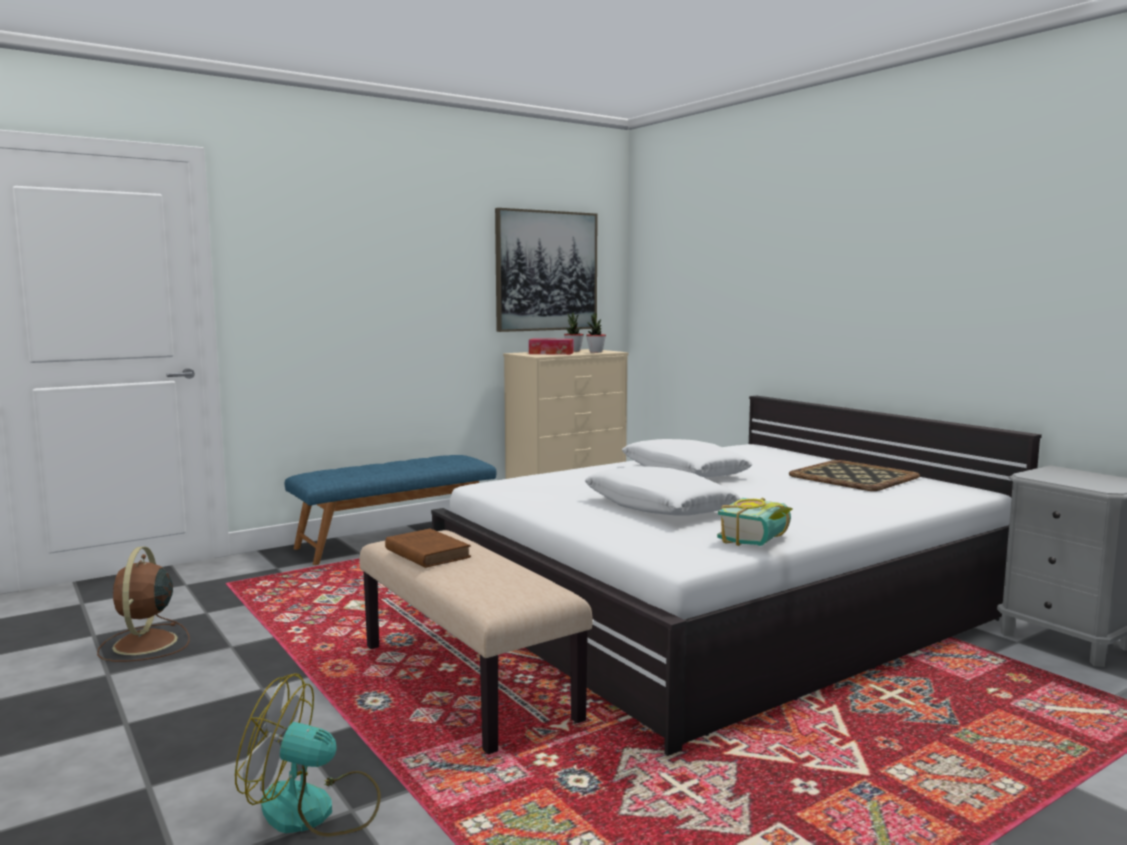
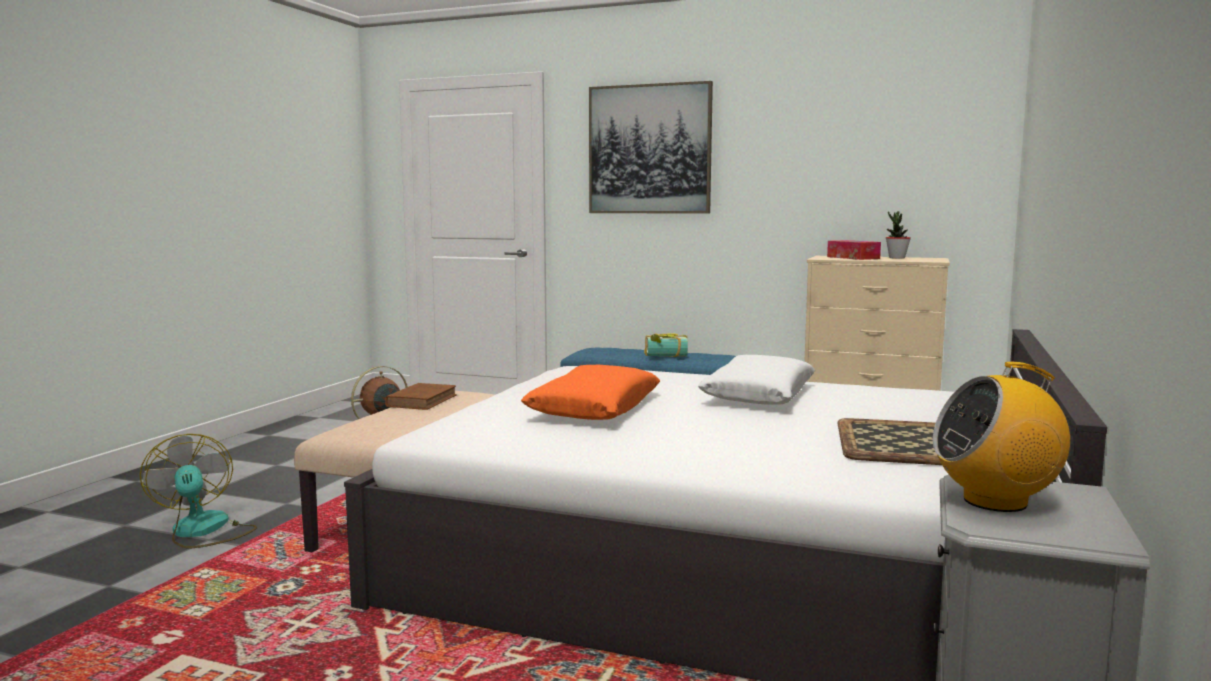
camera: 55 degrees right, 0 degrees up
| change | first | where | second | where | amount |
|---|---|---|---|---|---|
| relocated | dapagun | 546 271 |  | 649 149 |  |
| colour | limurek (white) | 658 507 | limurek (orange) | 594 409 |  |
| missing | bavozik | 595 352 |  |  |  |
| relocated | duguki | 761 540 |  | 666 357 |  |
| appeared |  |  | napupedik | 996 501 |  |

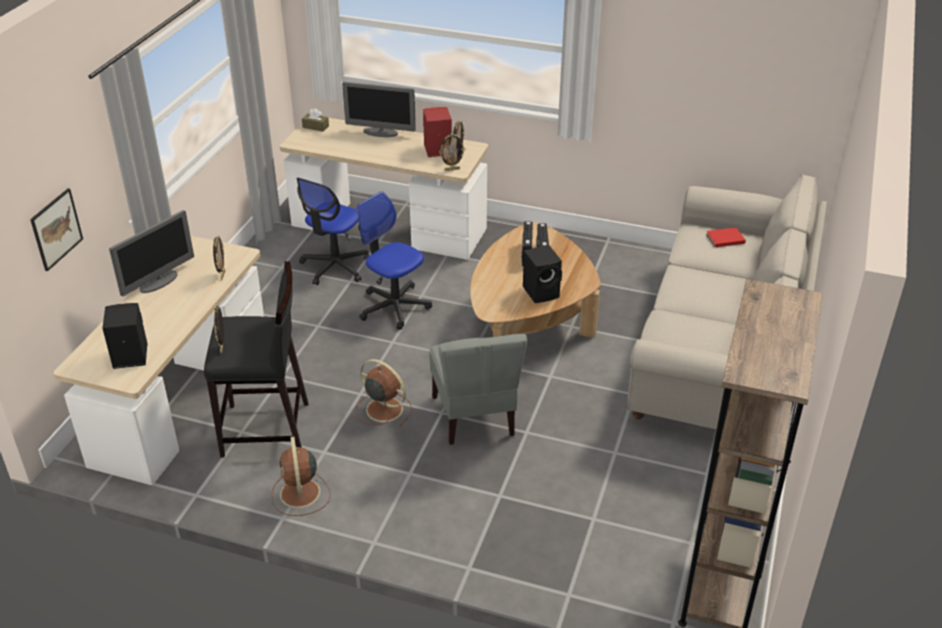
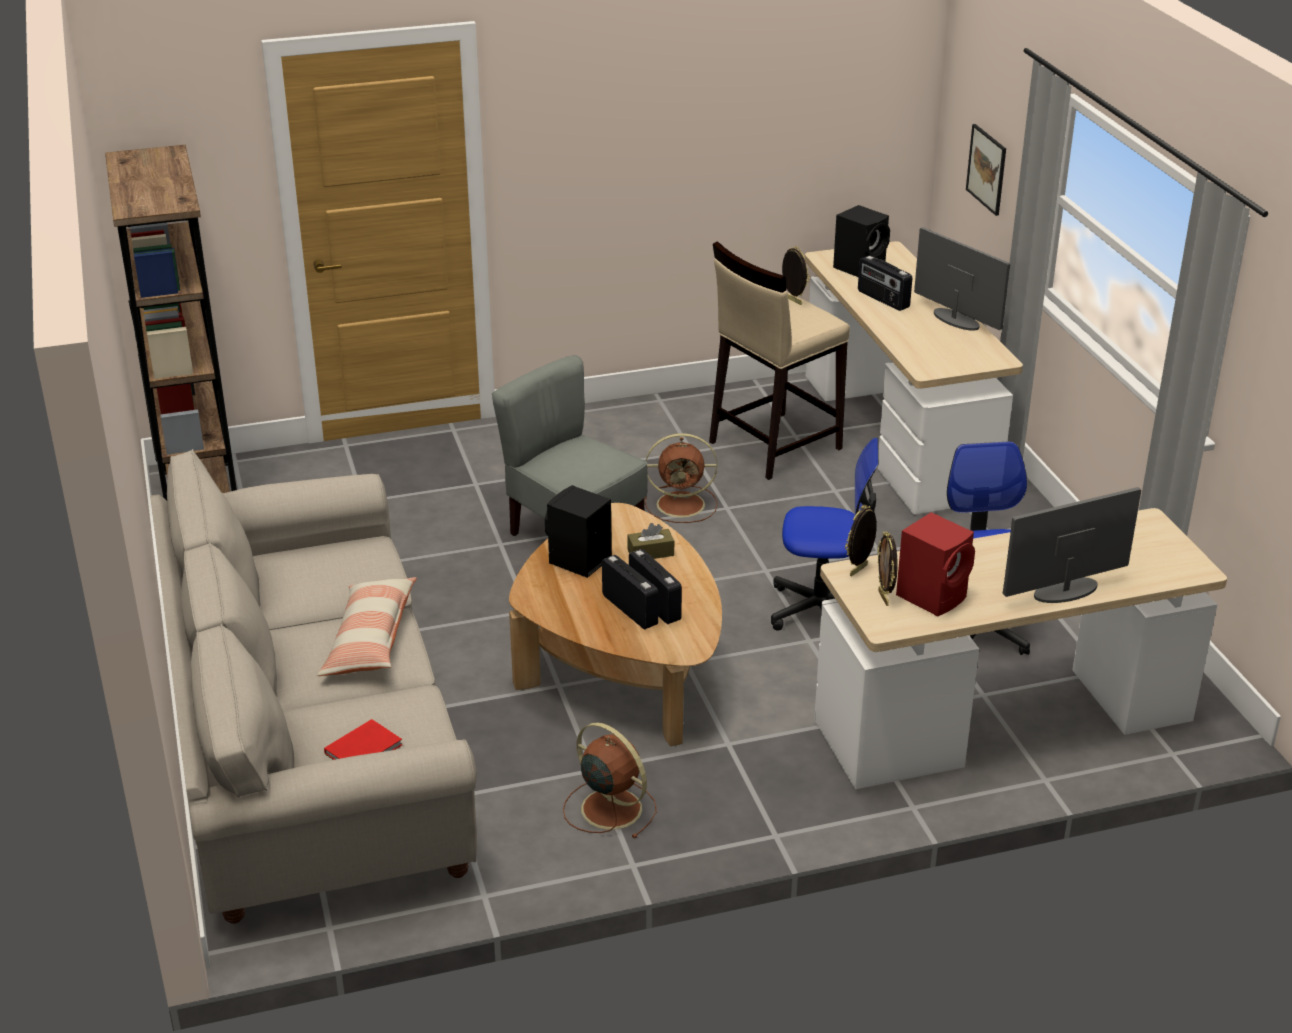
camera: 145 degrees right, 5 degrees down
| change | first | where | second | where | amount |
|---|---|---|---|---|---|
| spun | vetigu | 159 282 |  | 955 320 | 135 degrees clockwise |
| colour | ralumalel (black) | 266 430 | ralumalel (beige) | 773 445 |  |
| missing | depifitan | 222 275 |  |  |  |
| relocated | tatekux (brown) | 300 494 |  | 609 807 |  |
| relocated | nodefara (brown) | 315 127 |  | 650 552 |  |
| appeared |  |  | limurek | 370 640 |  |
| appeared |  |  | napupedik | 882 299 |  |

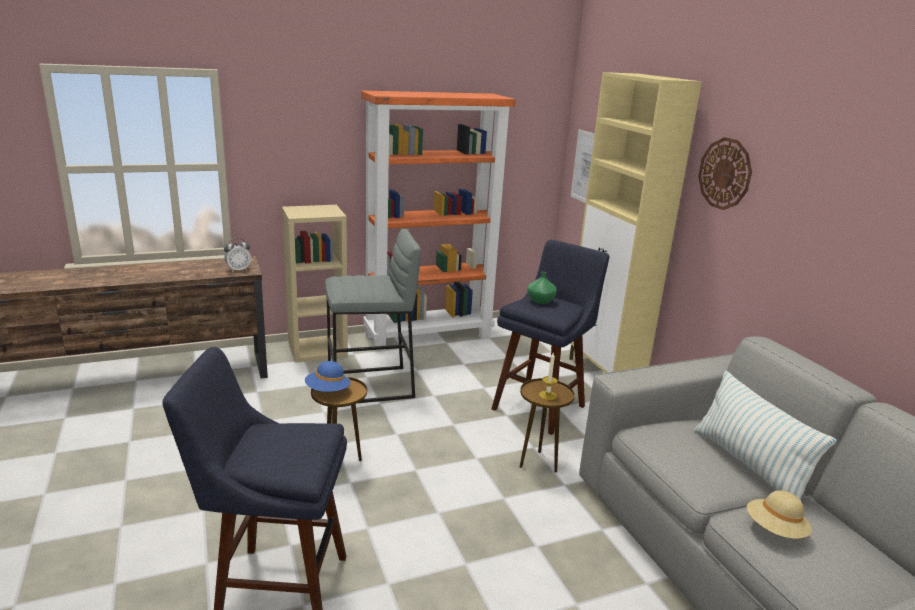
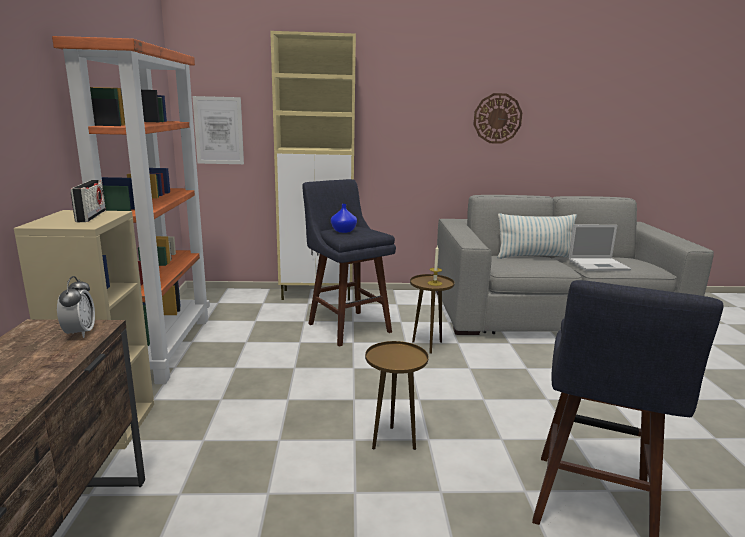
camera: 70 degrees left, 5 degrees down
| change | first | where | second | where | amount |
|---|---|---|---|---|---|
| missing | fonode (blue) | 327 391 |  |  |  |
| missing | ralumalel (grey) | 370 386 |  |  |  |
| colour | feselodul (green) | 540 301 | feselodul (blue) | 343 231 |  |
| relocated | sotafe | 725 173 |  | 497 118 |  |
| exchanged | fonode (beige) | 775 530 | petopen | 599 265 |  |
| appeared |  |  | napupedik | 91 216 |  |

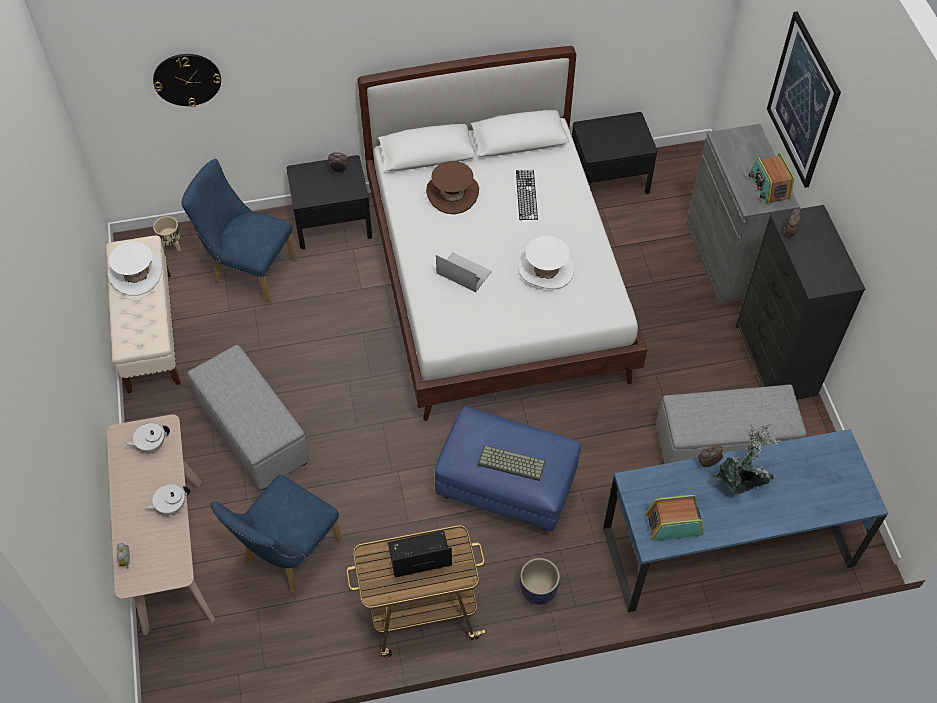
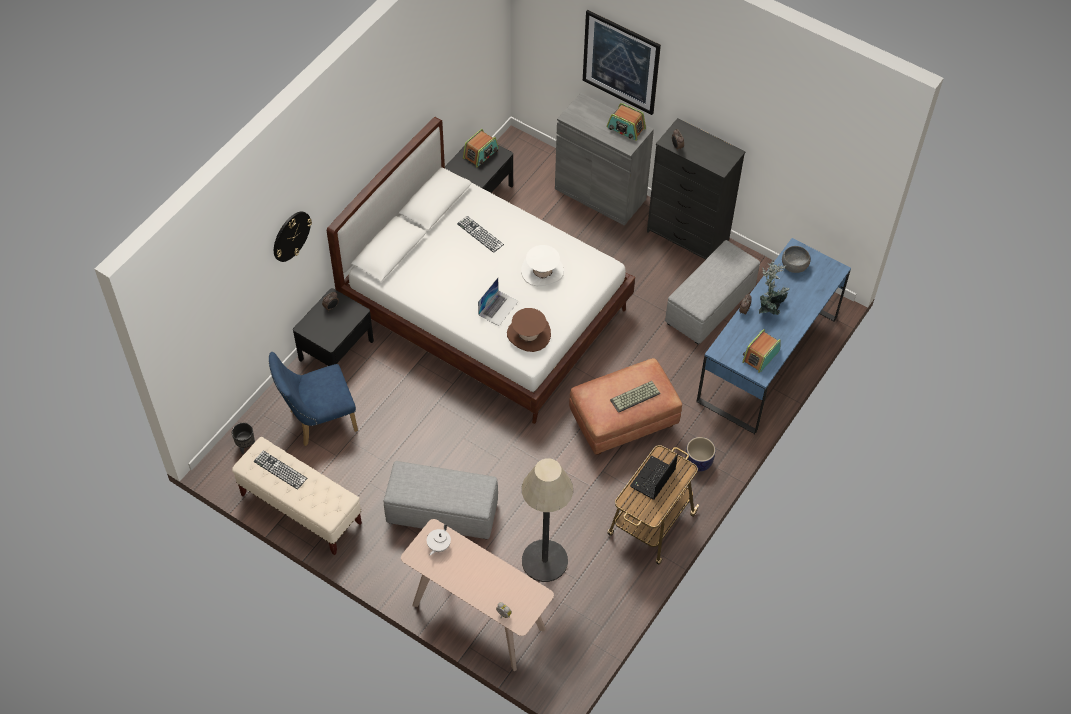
camera: 45 degrees left, 0 degrees up
| change | first | where | second | where | amount |
|---|---|---|---|---|---|
| exchanged | fonode (white) | 136 274 | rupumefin | 280 470 |  |
| missing | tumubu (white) | 171 506 |  |  |  |
| relocated | sotafe | 187 79 |  | 291 236 |  |
| colour | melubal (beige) | 172 246 | melubal (black) | 246 446 |  |
| exchanged | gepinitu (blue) | 287 555 | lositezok | 544 561 |  |
| relocated | fonode (brown) | 452 194 |  | 528 334 |  |
| colour | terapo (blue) | 505 489 | terapo (brown) | 623 424 |  |
| spun | petopen | 463 272 |  | 498 308 | 135 degrees clockwise |
| appeared |  |  | napupedik | 481 154 |  |
| appeared |  |  | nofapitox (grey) | 794 266 |  |

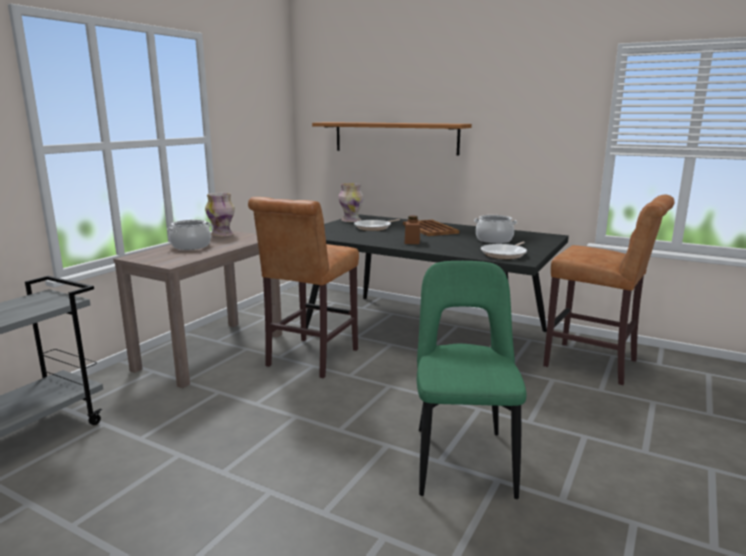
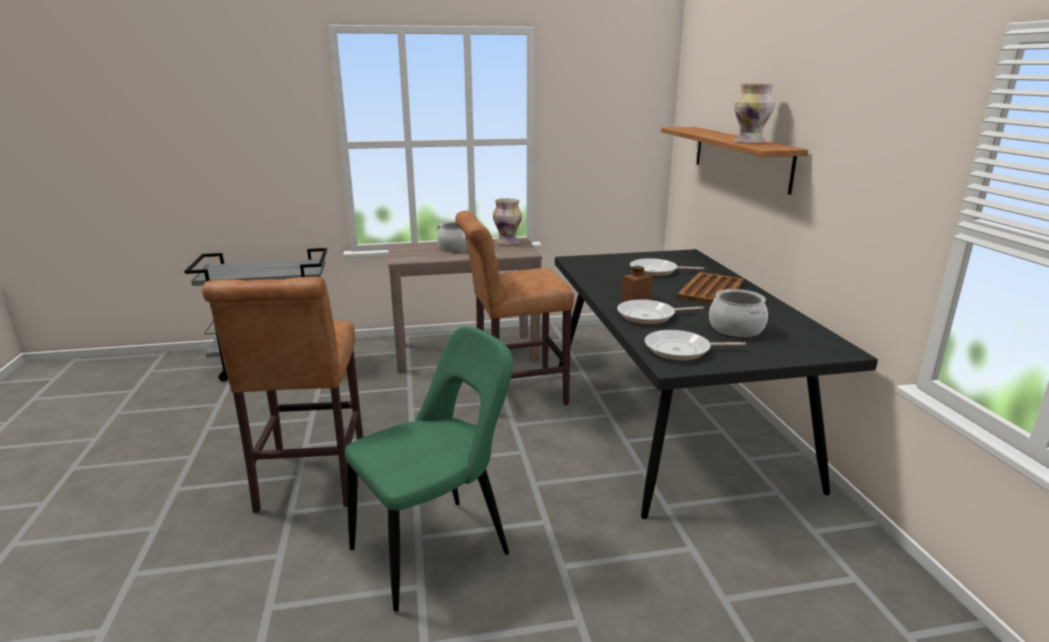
camera: 50 degrees right, 5 degrees up
| change | first | where | second | where | amount |
|---|---|---|---|---|---|
| relocated | feselodul | 351 221 |  | 750 142 |  |
| relocated | ralumalel (brown) | 596 365 |  | 310 483 |  |
| appeared |  |  | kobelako | 649 316 |  |

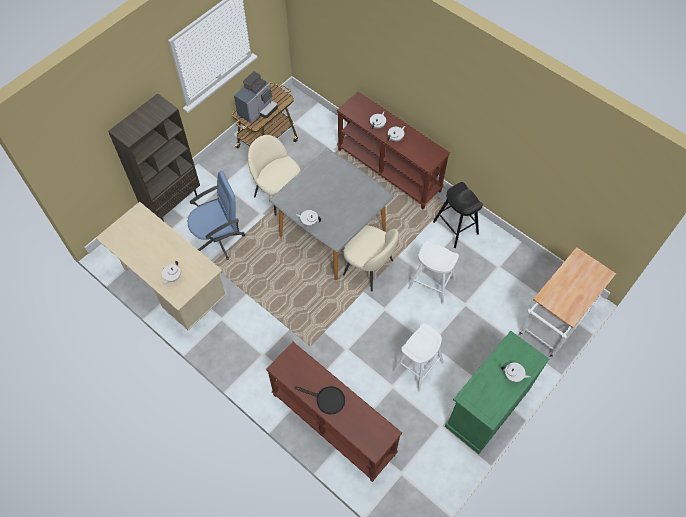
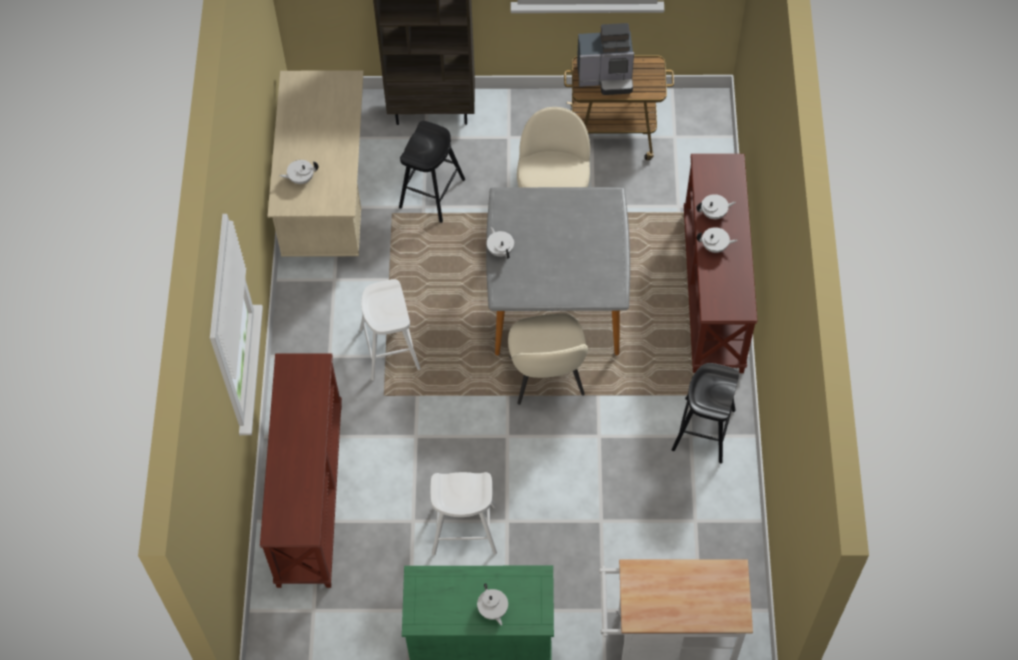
camera: 50 degrees right, 0 degrees up
| change | first | where | second | where | amount |
|---|---|---|---|---|---|
| exchanged | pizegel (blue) | 219 238 | ralumalel (black) | 432 193 |  |
| missing | kobelako (black) | 326 399 |  |  |  |
| relocated | ralumalel (white) | 431 284 |  | 390 349 |  |

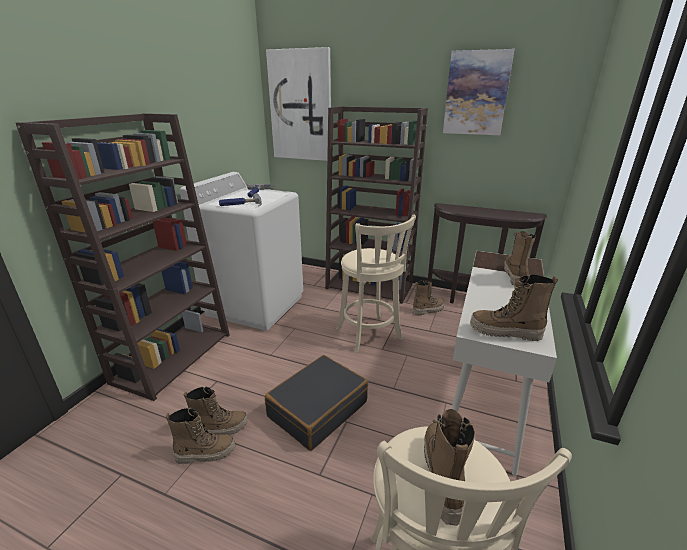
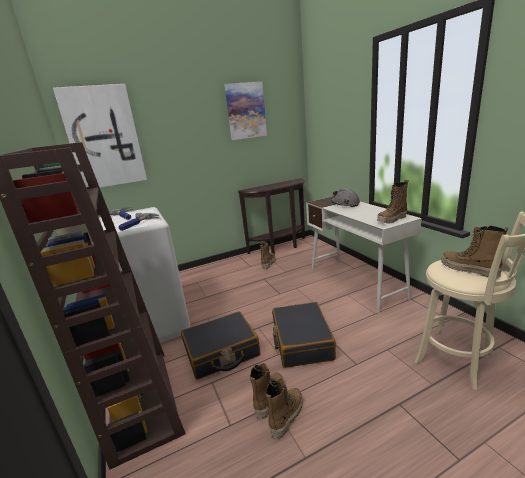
camera: 45 degrees left, 5 degrees down
| change | first | where | second | where | amount |
|---|---|---|---|---|---|
| missing | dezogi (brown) | 370 286 |  |  |  |
| missing | ralumalel (beige) | 370 335 |  |  |  |
| exchanged | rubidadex | 514 276 | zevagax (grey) | 345 203 |  |
| appeared |  |  | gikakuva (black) | 221 352 |  |

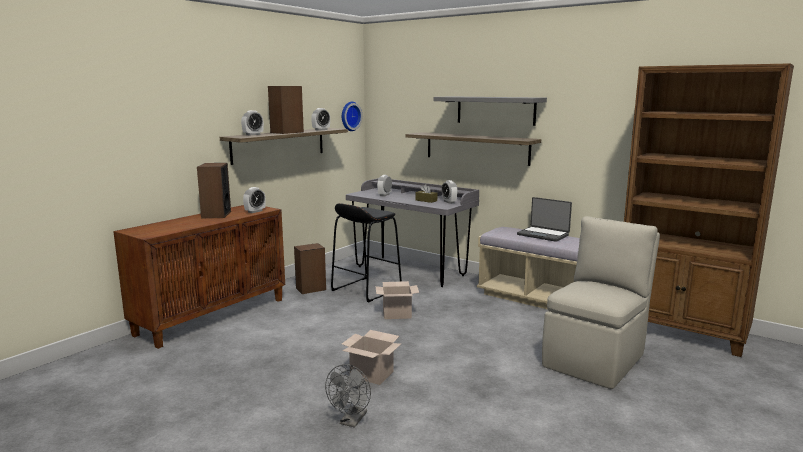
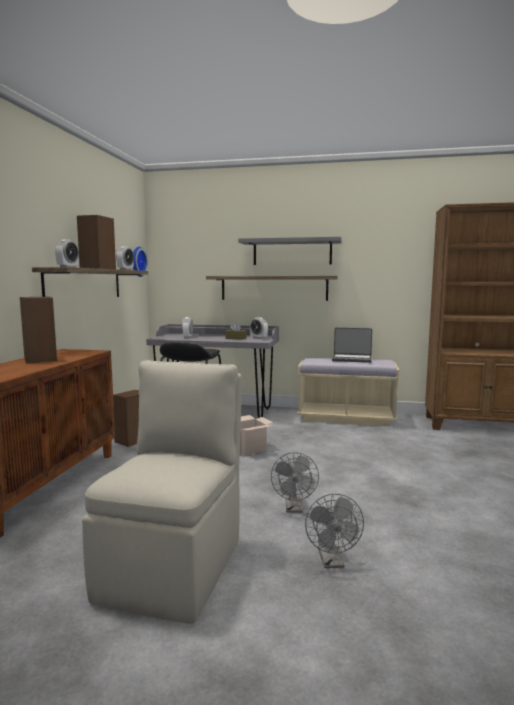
camera: 25 degrees left, 5 degrees down
| change | first | where | second | where | amount |
|---|---|---|---|---|---|
| missing | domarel | 255 211 |  |  |  |
| exchanged | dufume | 373 374 | tatekux (grey) | 294 508 |  |
| relocated | gepinitu (beige) | 595 359 |  | 174 566 |  |

